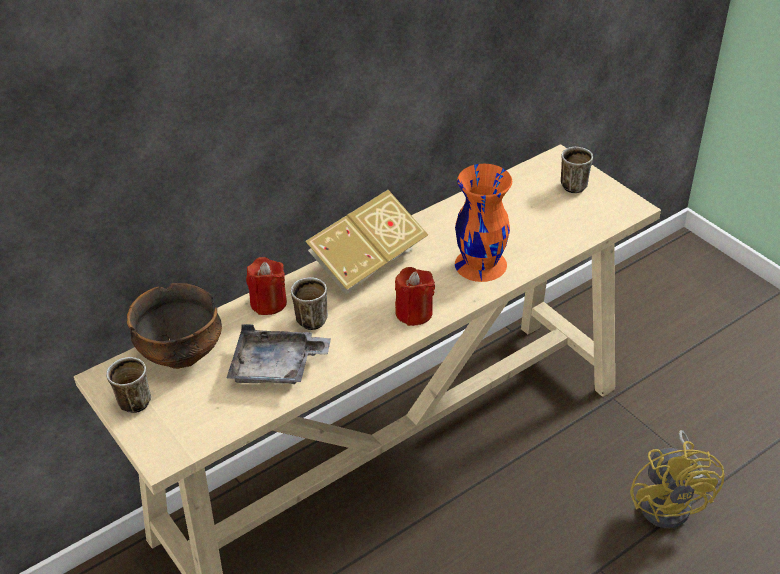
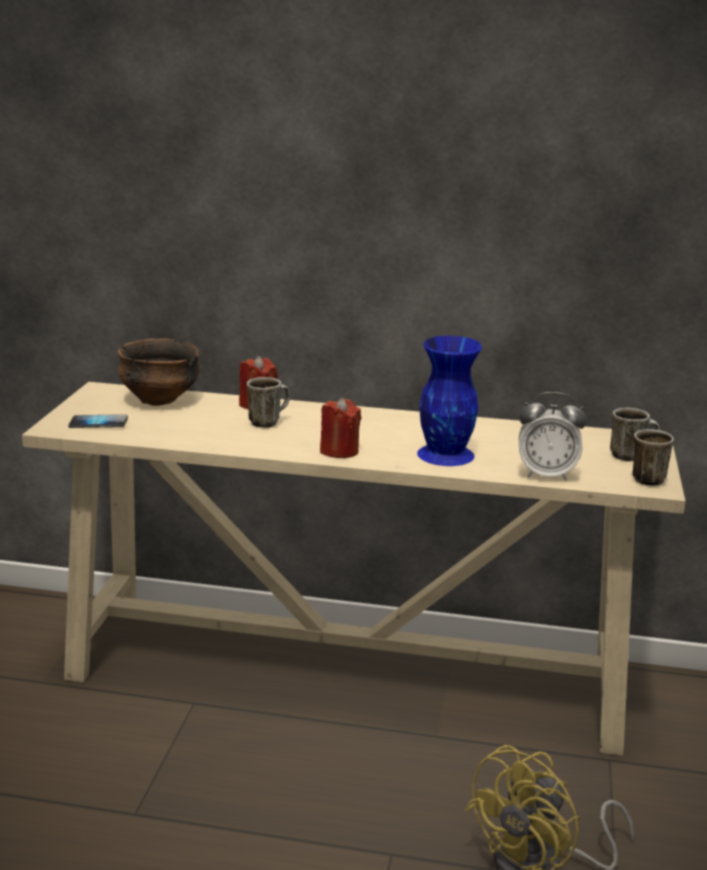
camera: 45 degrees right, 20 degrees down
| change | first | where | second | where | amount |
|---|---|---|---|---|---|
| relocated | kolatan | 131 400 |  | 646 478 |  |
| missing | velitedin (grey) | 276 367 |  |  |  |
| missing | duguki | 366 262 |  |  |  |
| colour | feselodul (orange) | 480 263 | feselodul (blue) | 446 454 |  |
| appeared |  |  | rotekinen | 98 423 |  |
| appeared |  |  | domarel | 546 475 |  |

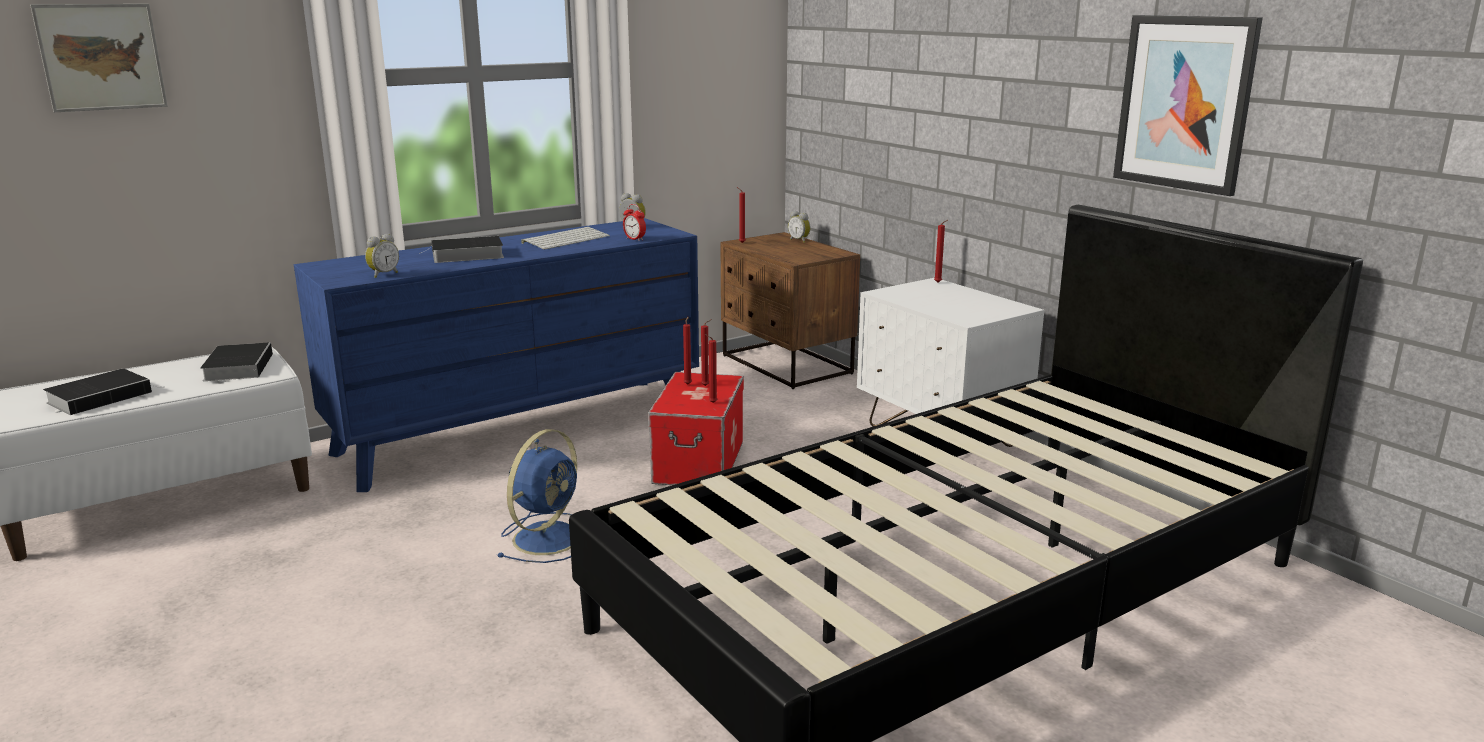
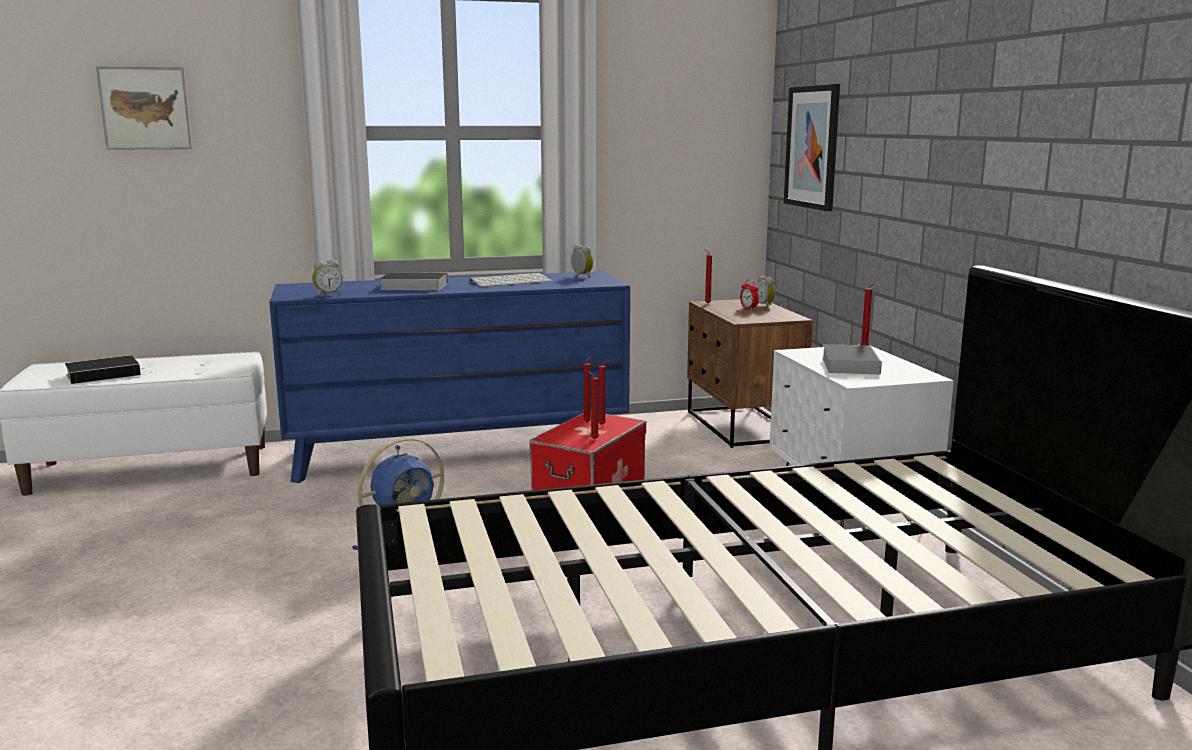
camera: 20 degrees right, 5 degrees down
| change | first | where | second | where | amount |
|---|---|---|---|---|---|
| relocated | duguki | 238 366 |  | 849 364 |  |
| relocated | domarel | 634 239 |  | 748 308 |  |
| relocated | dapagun | 1184 103 |  | 812 147 |  |

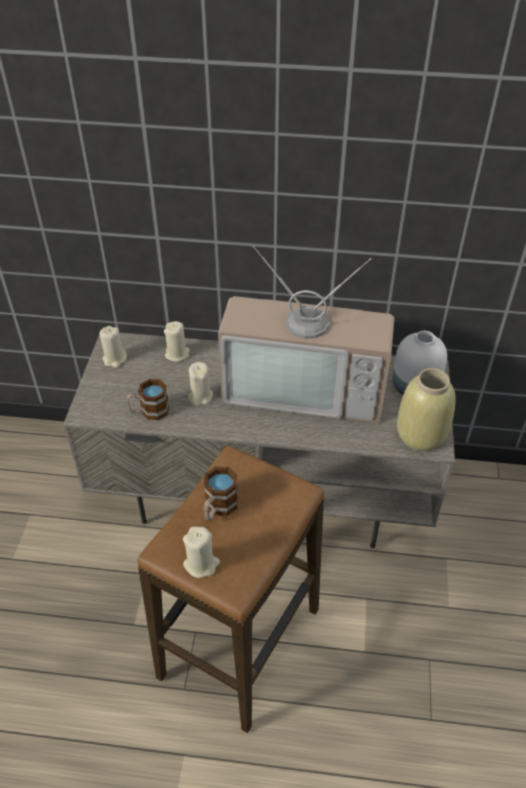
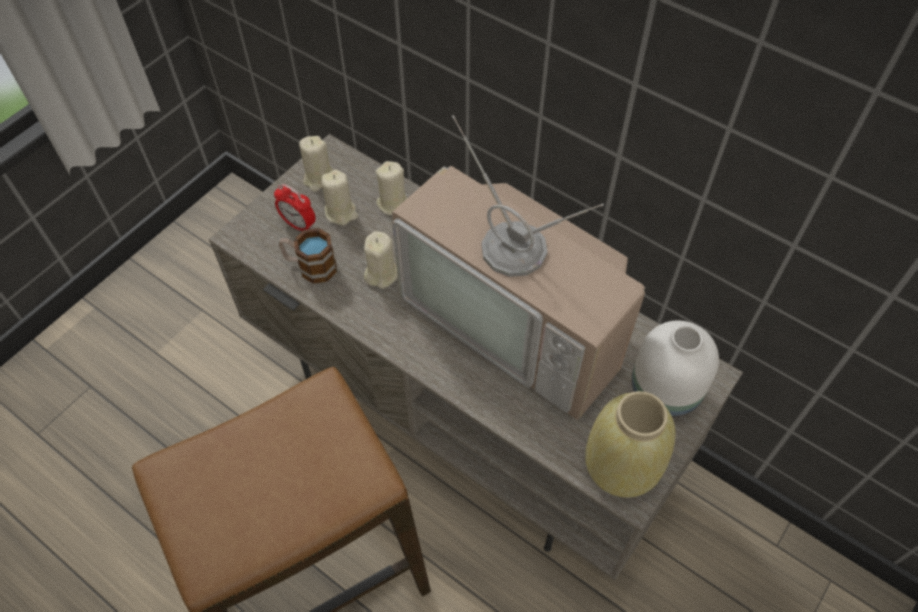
camera: 30 degrees right, 10 degrees up
| change | first | where | second | where | amount |
|---|---|---|---|---|---|
| relocated | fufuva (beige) | 201 564 |  | 341 212 |  |
| missing | kolatan | 218 508 |  |  |  |
| appeared |  |  | domarel | 298 225 |  |

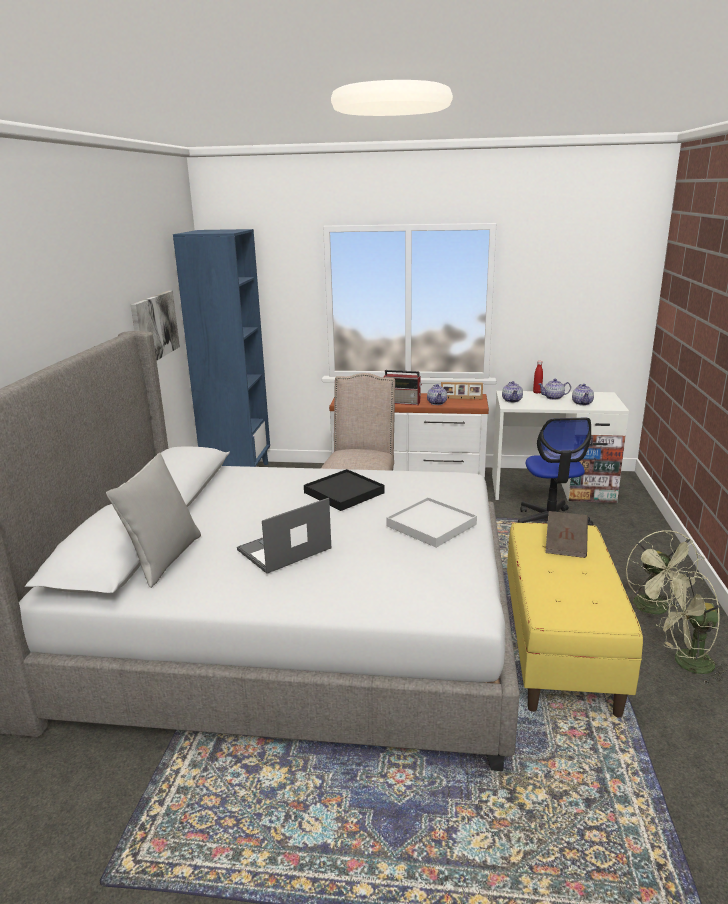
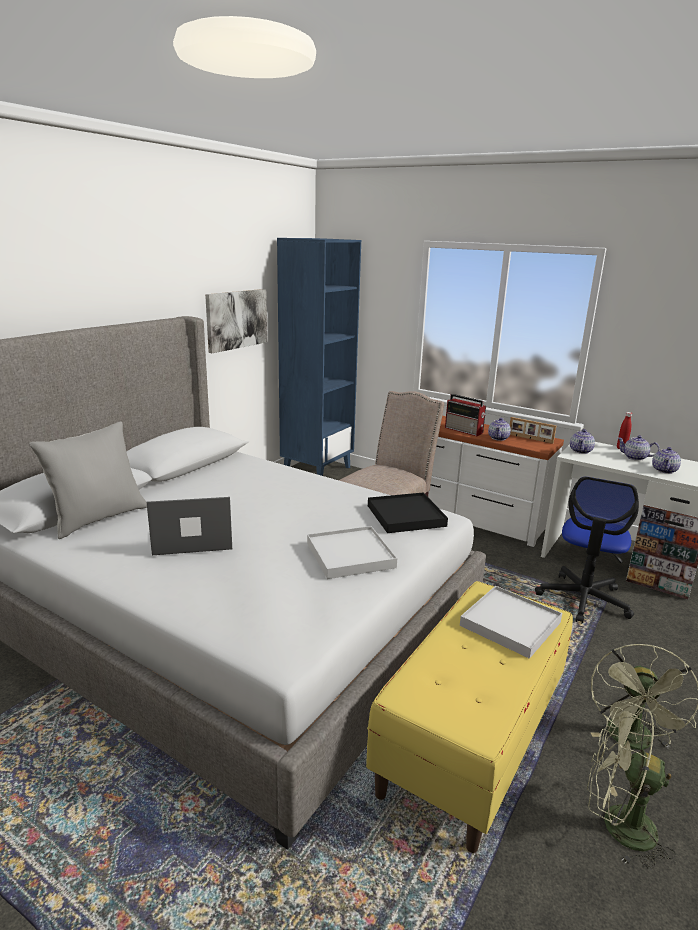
camera: 25 degrees right, 0 degrees up
| change | first | where | second | where | amount |
|---|---|---|---|---|---|
| relocated | velitedin (black) | 344 493 |  | 406 516 |  |
| exchanged | duguki (brown) | 565 545 | velitedin (white) | 510 624 |  |

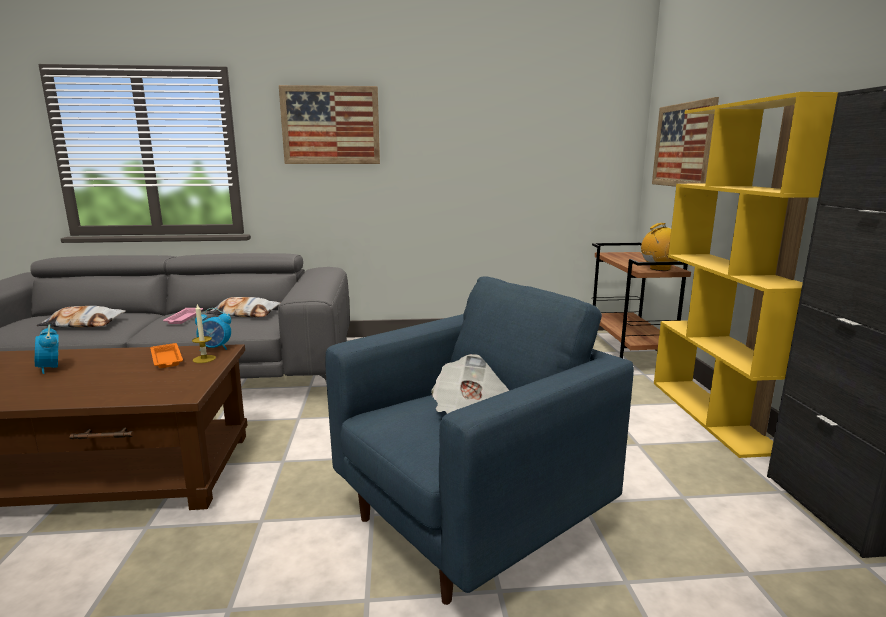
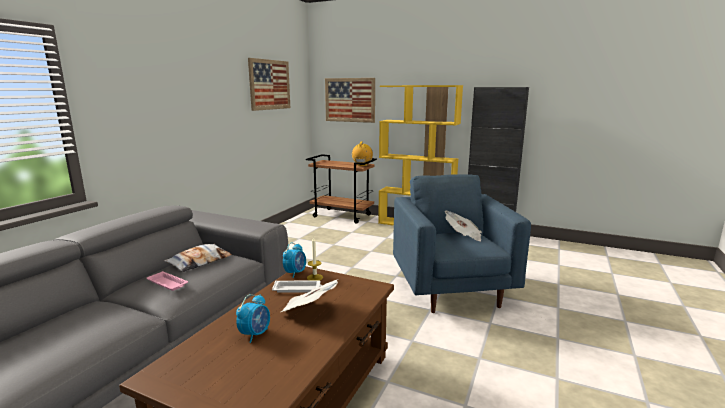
camera: 60 degrees left, 0 degrees up
| change | first | where | second | where | amount |
|---|---|---|---|---|---|
| spun | domarel | 50 368 |  | 255 334 | 60 degrees counterclockwise |
| missing | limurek | 83 323 |  |  |  |
| colour | velitedin (orange) | 167 359 | velitedin (white) | 298 289 |  |
| relocated | dapagun | 330 125 |  | 269 84 |  |
| appeared |  |  | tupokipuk | 309 310 |  |

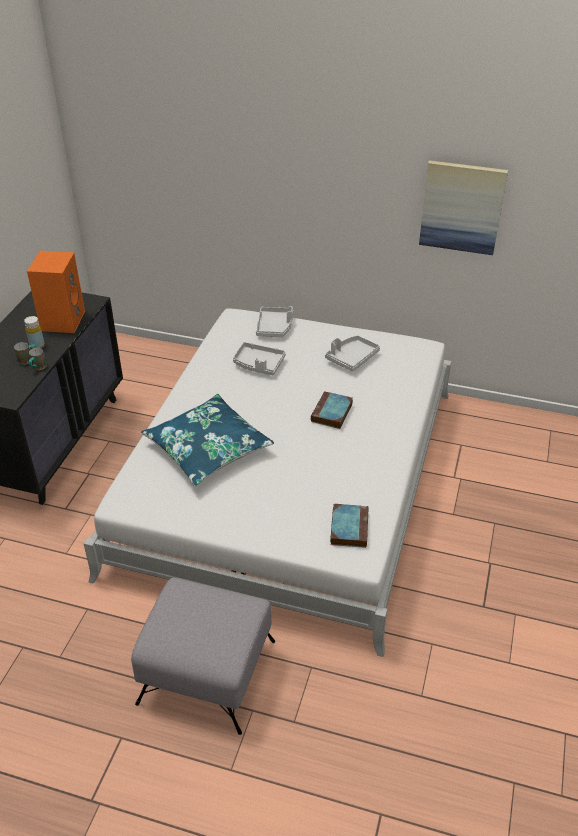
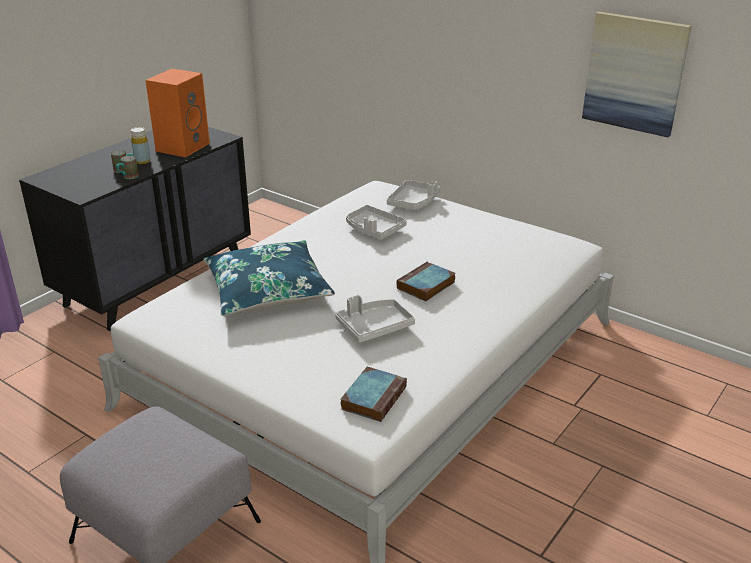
camera: 20 degrees right, 10 degrees down
| change | first | where | second | where | amount |
|---|---|---|---|---|---|
| relocated | velitedin (grey) | 351 358 |  | 374 327 |  |

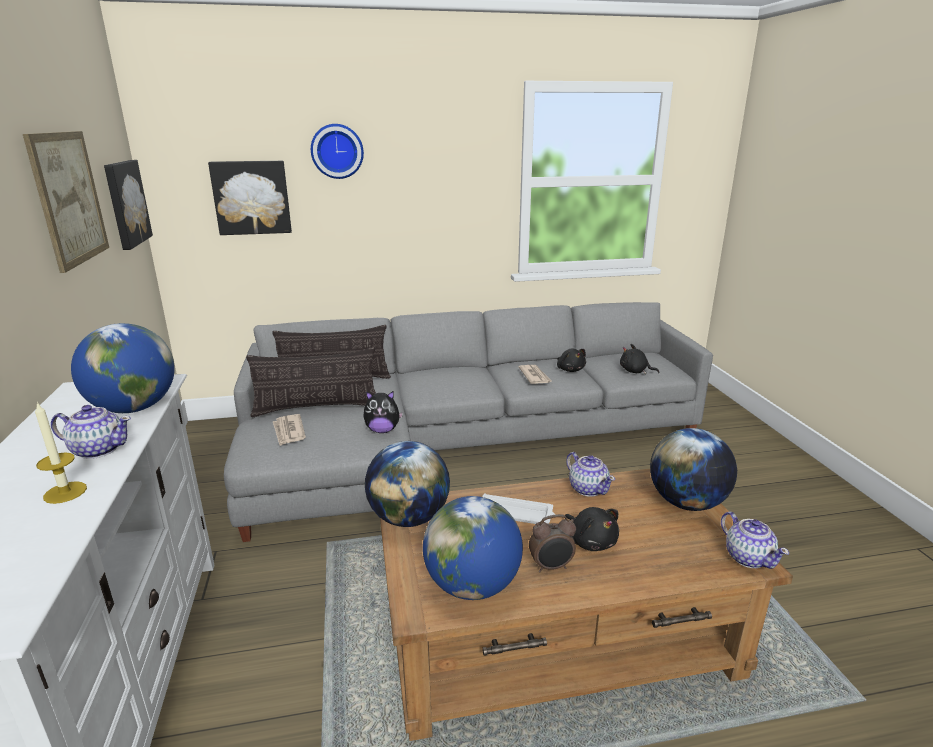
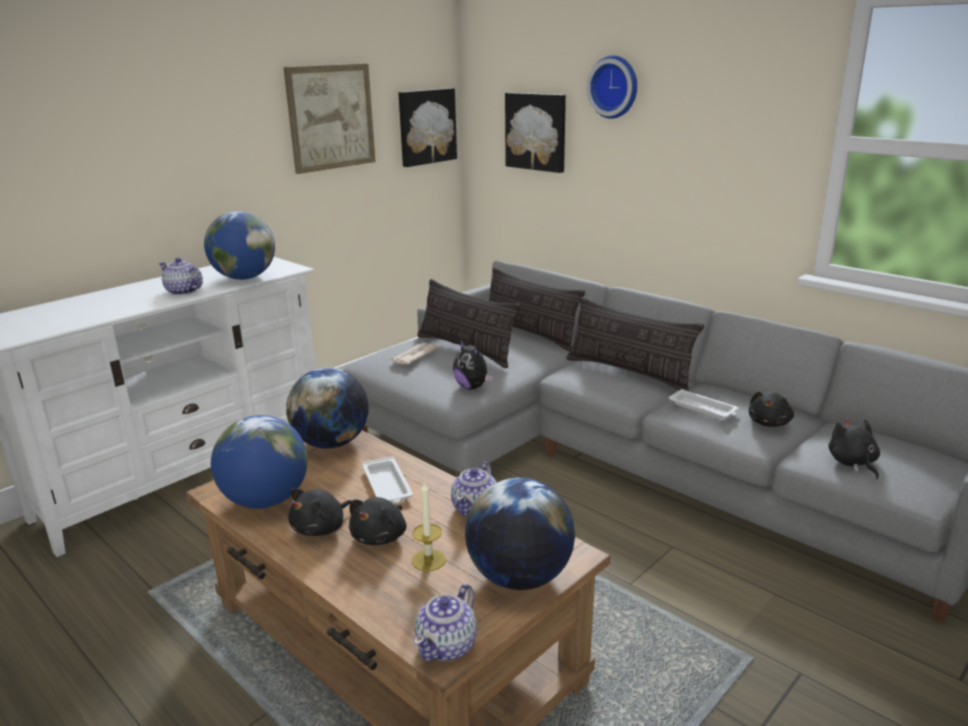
camera: 55 degrees right, 0 degrees up
| change | first | where | second | where | amount |
|---|---|---|---|---|---|
| relocated | fufuva | 65 492 |  | 428 560 |  |
| spun | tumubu | 98 450 |  | 183 291 | 150 degrees clockwise |
| exchanged | tupokipuk | 535 376 | velitedin (white) | 703 408 |  |
| exchanged | domarel | 551 567 | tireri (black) | 321 528 |  |
| appeared |  |  | limurek | 629 373 |  |

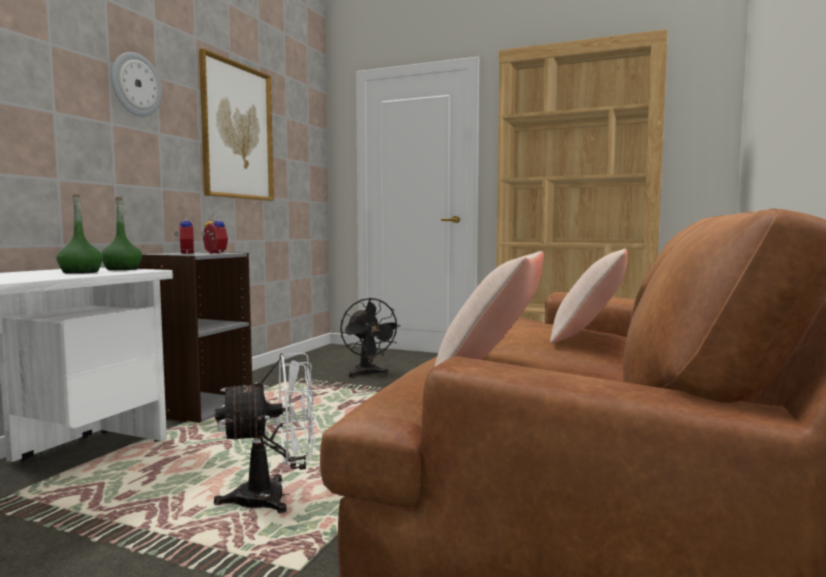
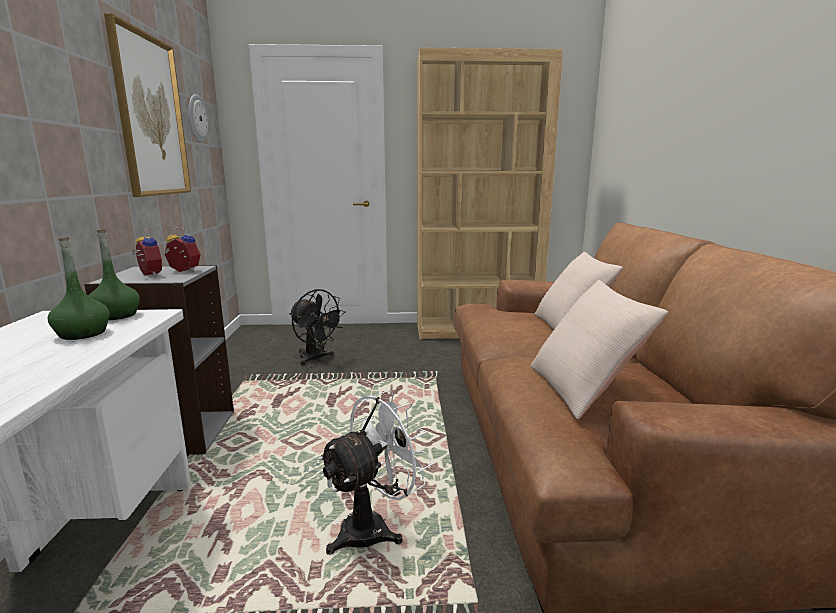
camera: 25 degrees left, 10 degrees up
| change | first | where | second | where | amount |
|---|---|---|---|---|---|
| relocated | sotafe | 136 85 |  | 196 119 |  |

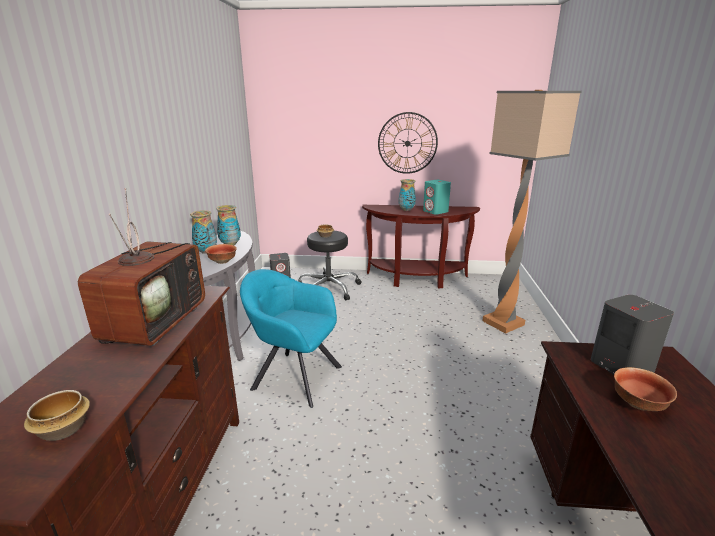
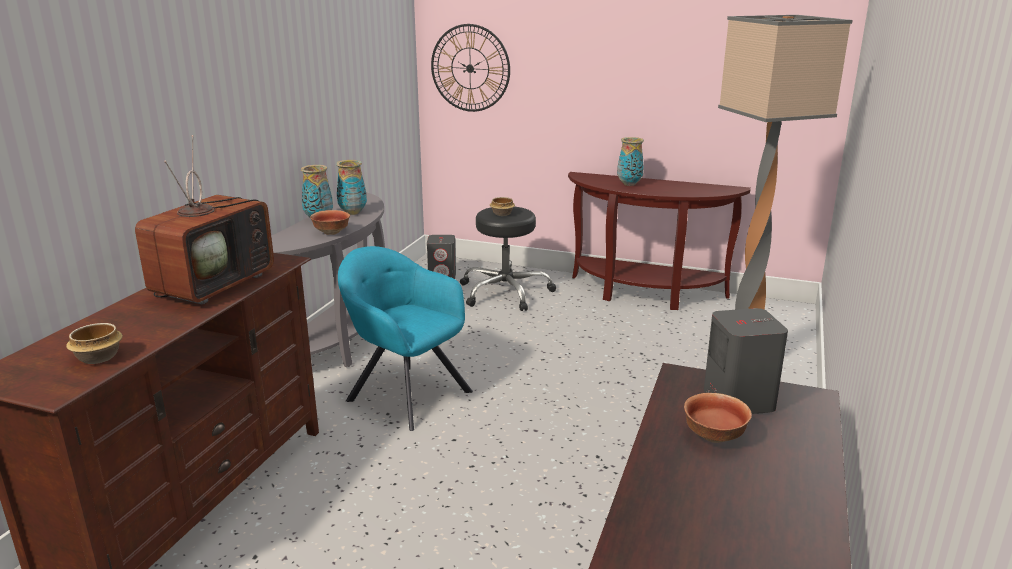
camera: 15 degrees right, 0 degrees up
| change | first | where | second | where | amount |
|---|---|---|---|---|---|
| relocated | sotafe | 407 143 |  | 470 68 |  |
| missing | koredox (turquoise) | 435 211 |  |  |  |

